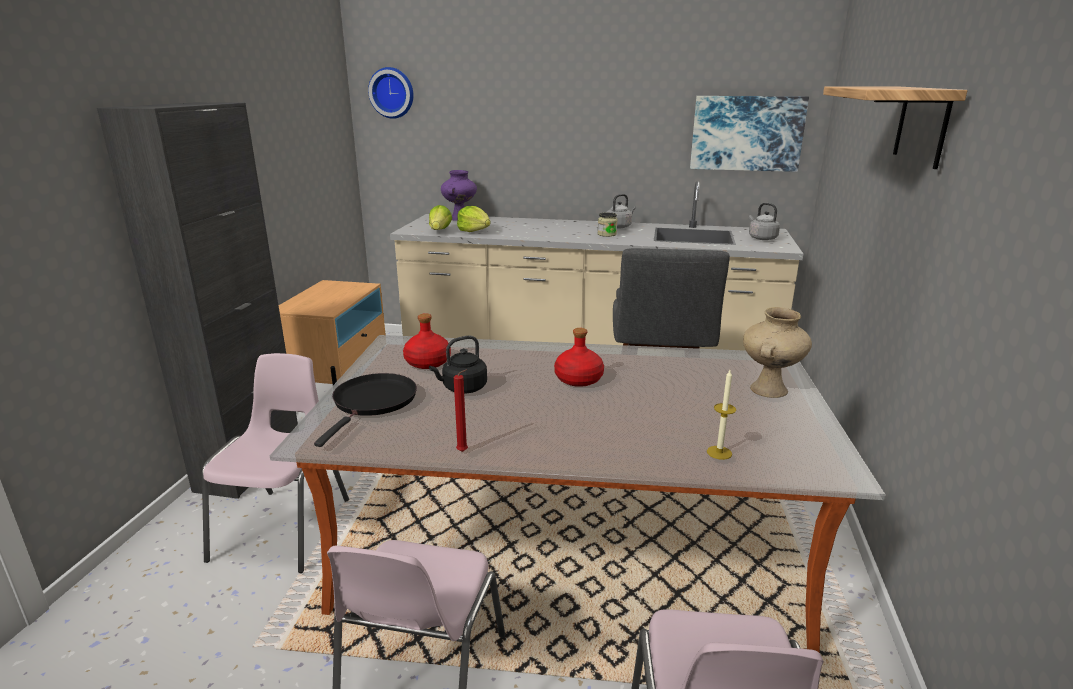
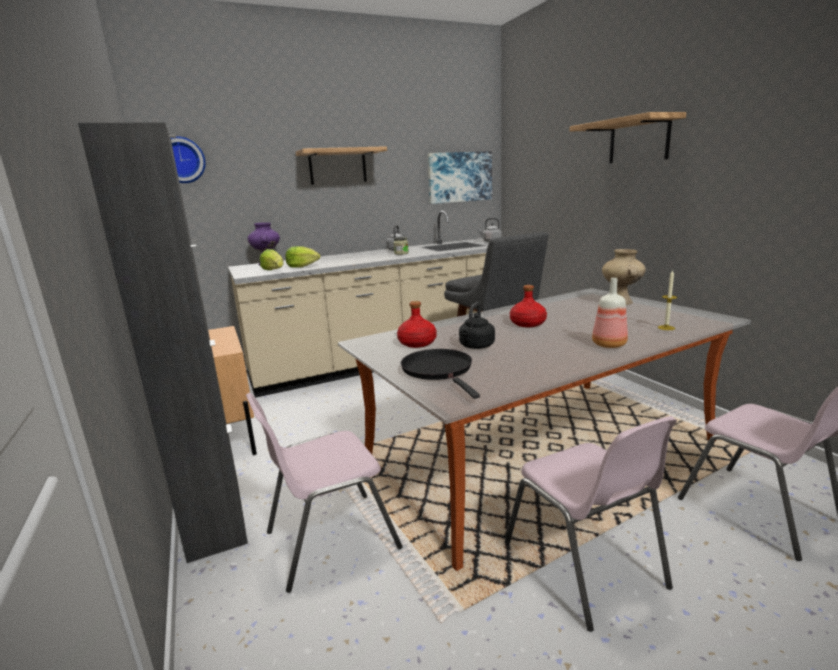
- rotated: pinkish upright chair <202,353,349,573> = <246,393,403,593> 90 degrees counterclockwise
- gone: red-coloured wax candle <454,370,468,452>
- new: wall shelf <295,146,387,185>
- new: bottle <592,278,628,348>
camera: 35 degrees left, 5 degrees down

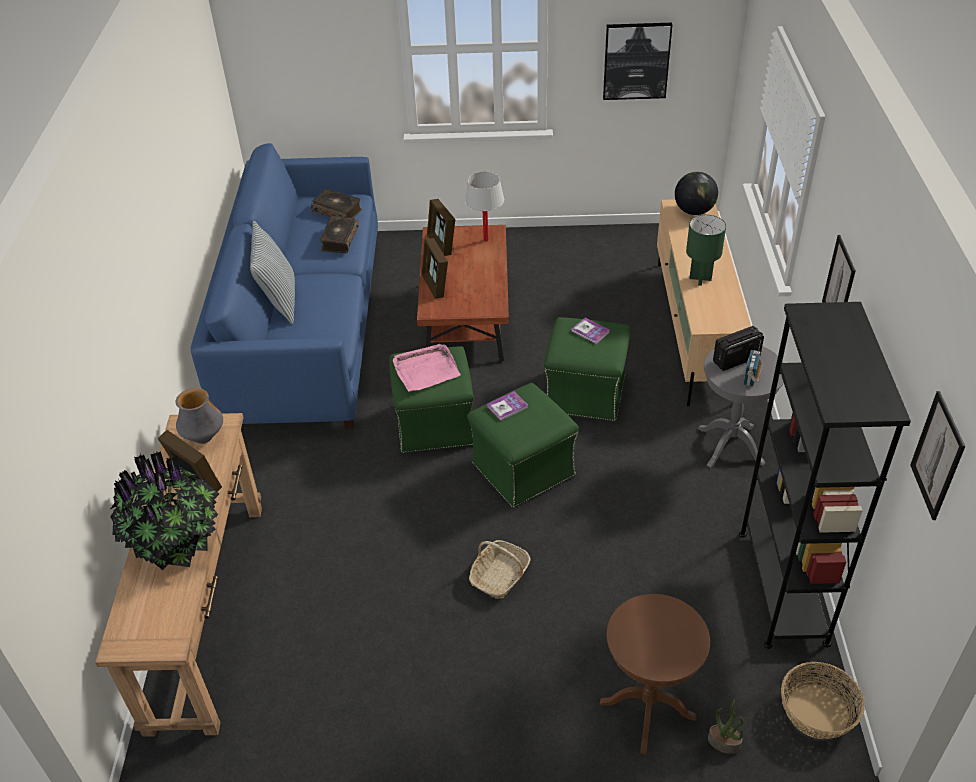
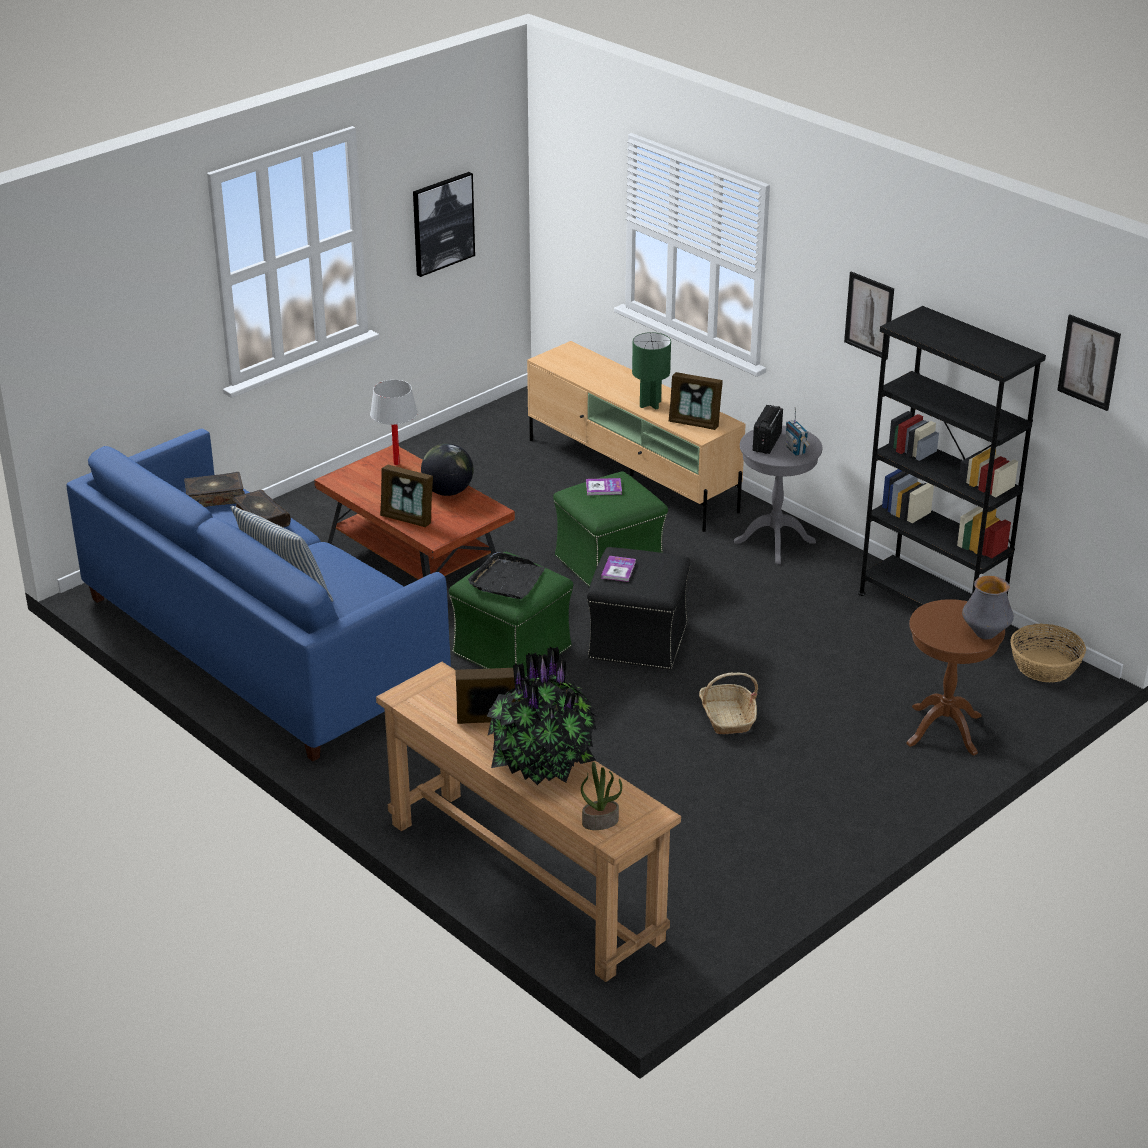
- shifted: vase <176,388,223,444> to <962,576,1014,640>
- repainted: pinkish serving tray <393,344,461,391> to blackish serving tray <468,552,545,599>
- shifted: photo frame <427,199,455,256> to <669,372,723,430>
- repainted: greenish pouffe <467,383,579,508> to blackish pouffe <587,547,690,670>
- shifted: desk globe <675,172,718,215> to <421,443,473,496>
- shifted: plant in a pot <708,700,744,754> to <581,762,622,830>
camera: 45 degrees left, 10 degrees down

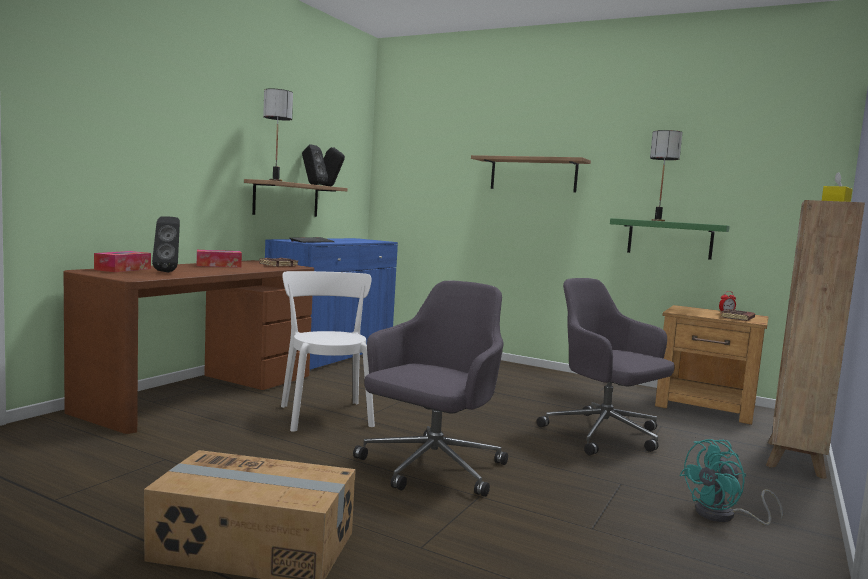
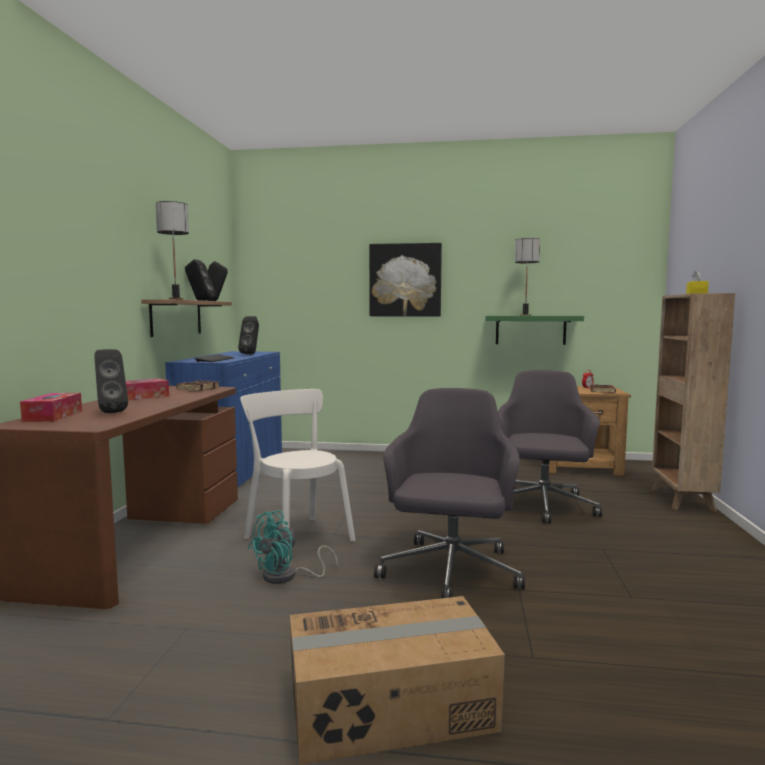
- swapped: wall shelf <471,155,591,192> to picture <369,243,442,316>
- rotated: grey office chair <537,278,675,455> = <498,370,602,523> 75 degrees clockwise
- shifted: turquoise-coloured cooling fan <679,439,783,526> to <248,510,338,584>
- new: blackish speaker <238,316,259,355>
camera: 20 degrees left, 0 degrees up

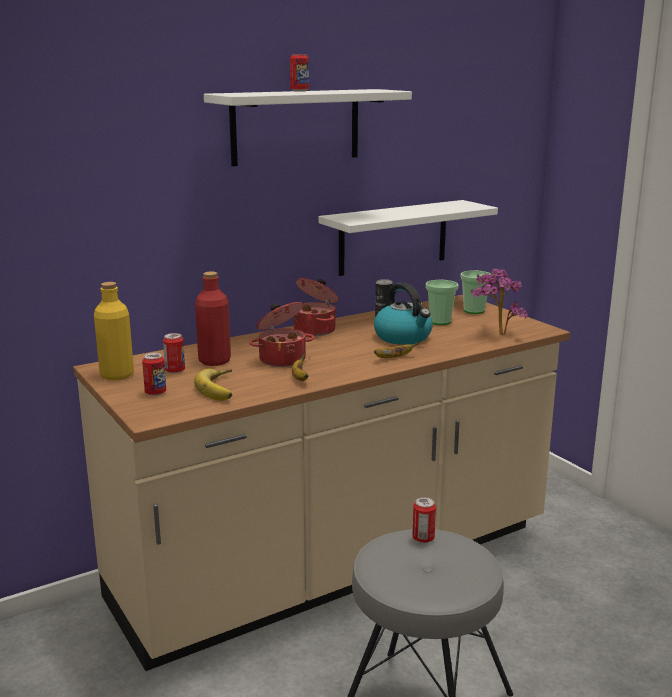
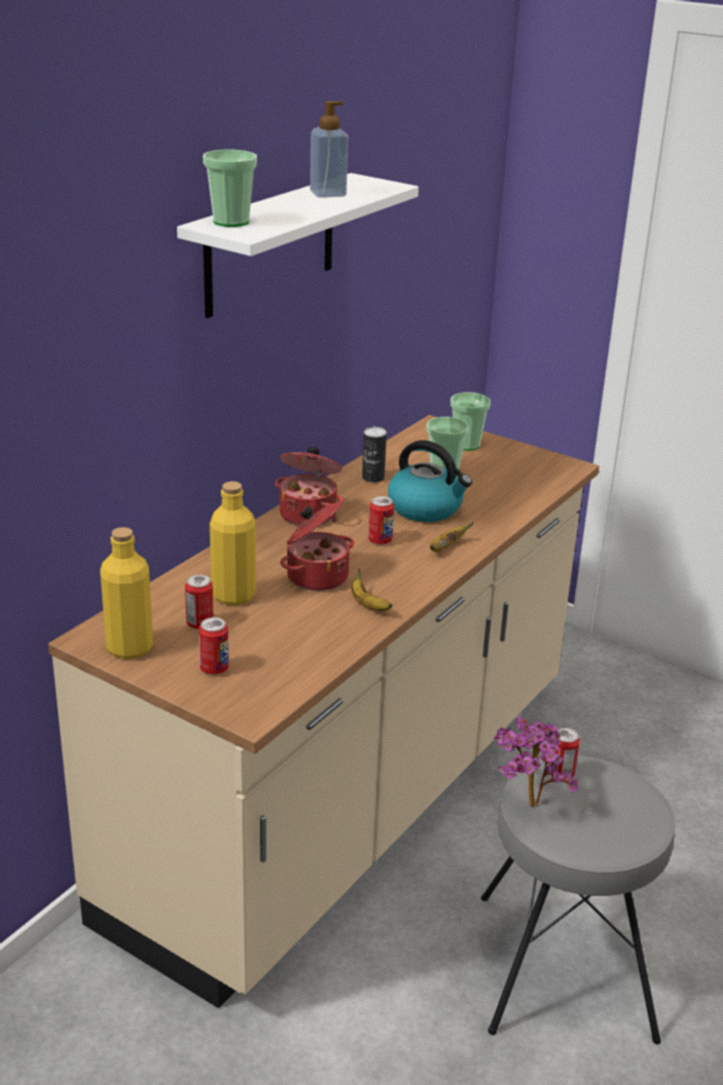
- gone: banana <194,368,232,401>
- repainted: red-coloured bottle <195,272,231,366> to yellowish bottle <210,481,256,606>
- shifted: sealed can <290,54,309,92> to <368,496,394,545>
- gone: whitish wall shelf <319,200,498,276>
- shifted: plant in a pot <471,269,528,335> to <494,714,579,807>
- new: small cup <203,149,257,227>
- new: liquid soap bottle <310,101,348,198>
camera: 25 degrees left, 10 degrees up

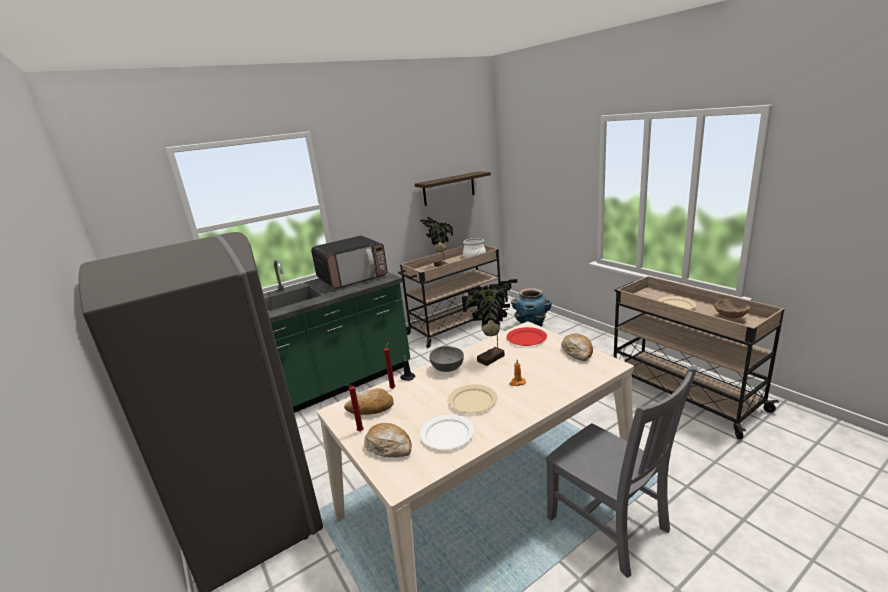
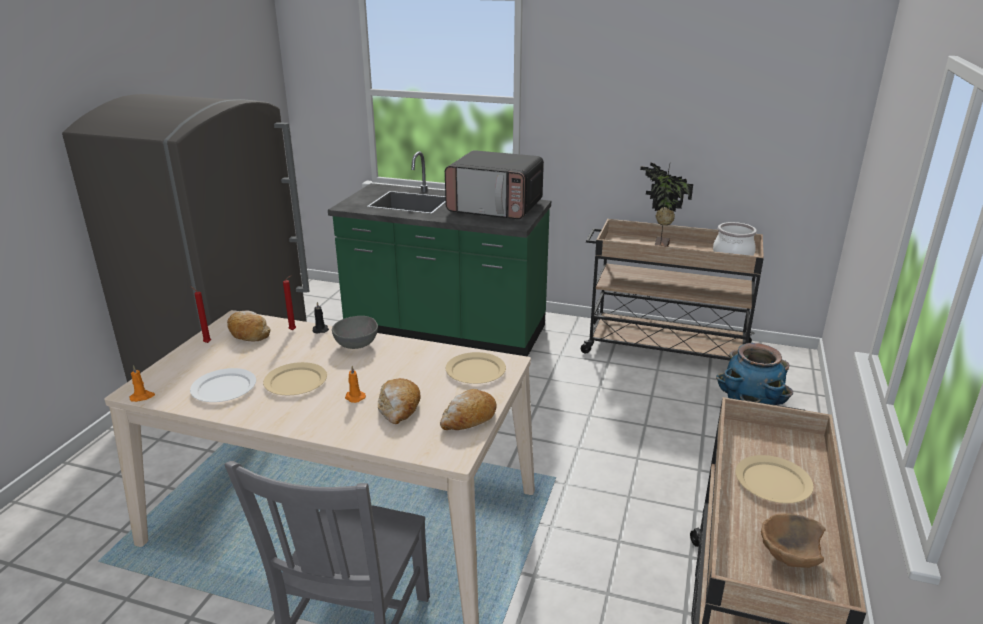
- shifted: bread <364,423,412,457> to <378,378,421,424>
- gone: wall shelf <415,171,491,206>
- gone: plant in a pot <462,279,517,366>
- repainted: red-coloured plate <507,327,547,346> to sand-coloured plate <446,352,506,384>
- new: orangey wax candle <130,365,155,402>
camera: 50 degrees right, 5 degrees up

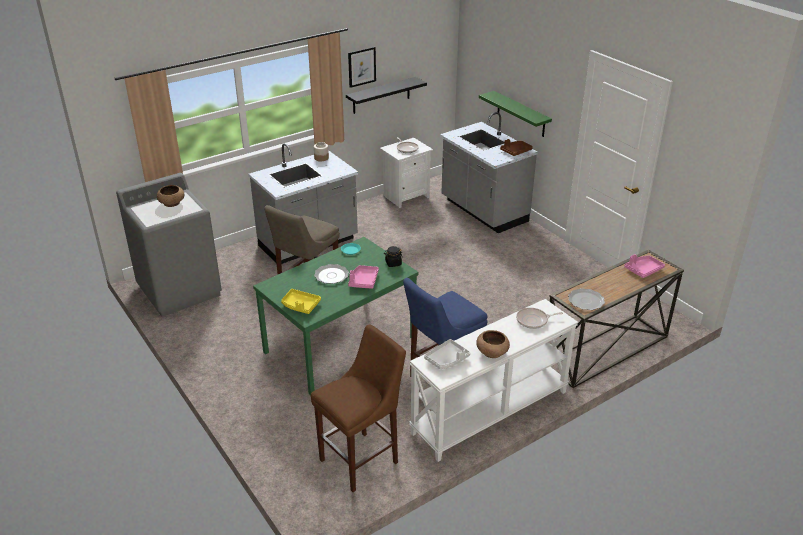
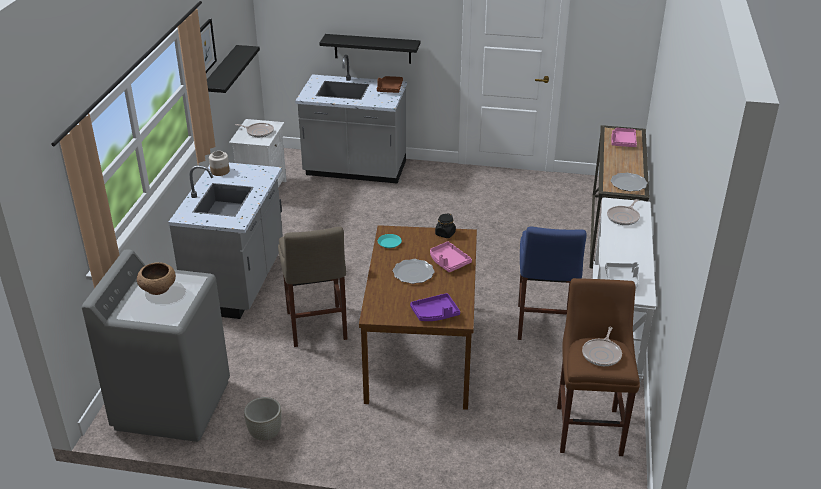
- repainted: greenish dining table <253,237,418,395> to brownish dining table <359,225,477,410>
- repainted: yellowish serving tray <281,289,321,314> to purplish serving tray <410,293,460,321>
- gone: brownish bowl <476,330,510,358>
- repainted: greenish wall shelf <479,91,552,137> to blackish wall shelf <319,34,420,64>
- new: grey plant pot <244,397,282,441>
- new: pan <582,327,622,366>
camera: 45 degrees left, 0 degrees up

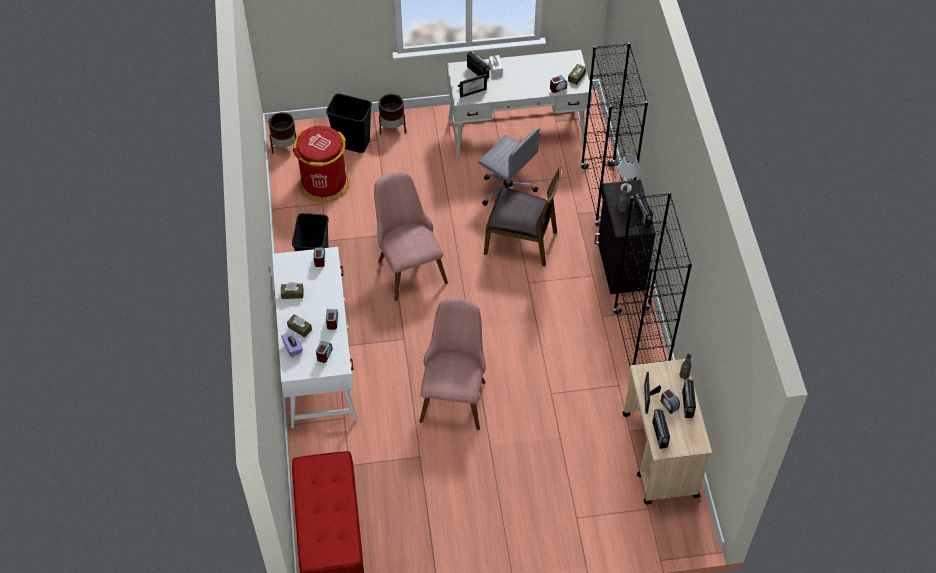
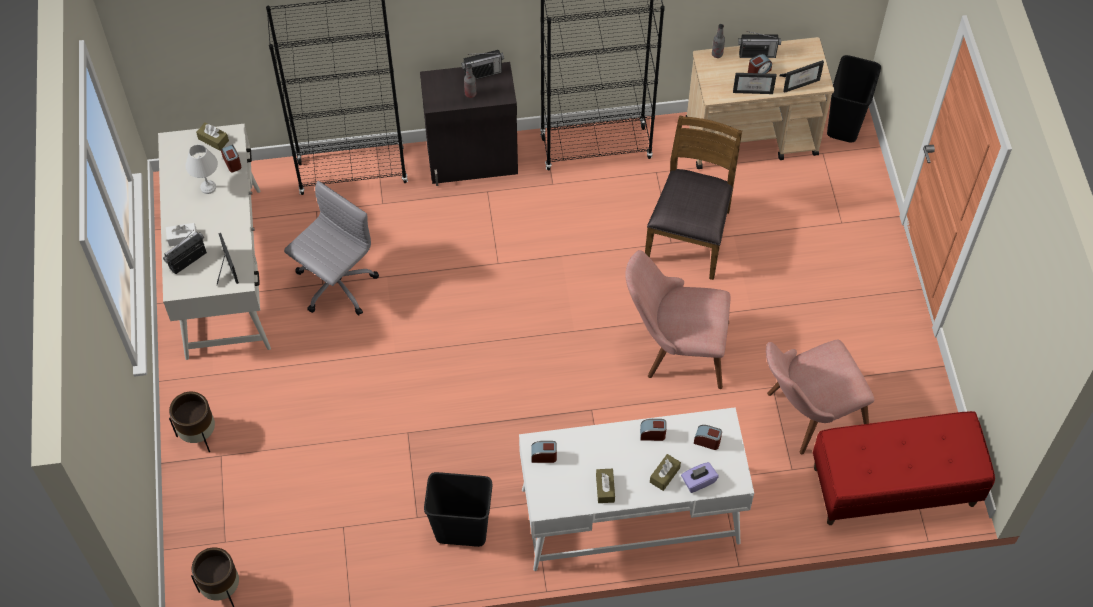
- gone: red-coloured trash can <293,126,349,202>
- shifted: blackish trash can <326,93,372,153> to <827,55,881,142>
- shifted: pinkish upright chair <374,172,448,301> to <766,339,874,454>
- shifted: brownish upright chair <484,166,562,266> to <645,115,742,280>
- shifted: whitish table lamp <617,154,641,193> to <185,144,218,194>
- swapped: radio receiver <652,409,670,449> to photo frame <779,60,824,93>
camera: 90 degrees left, 5 degrees up

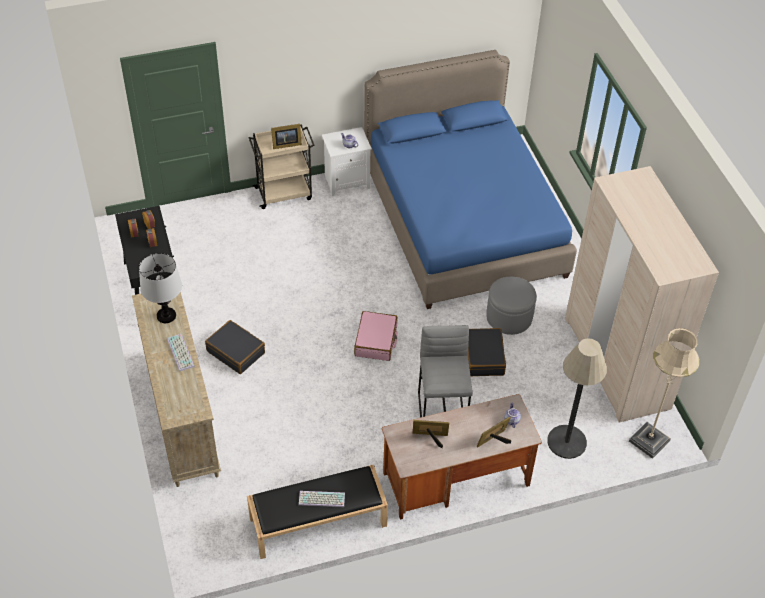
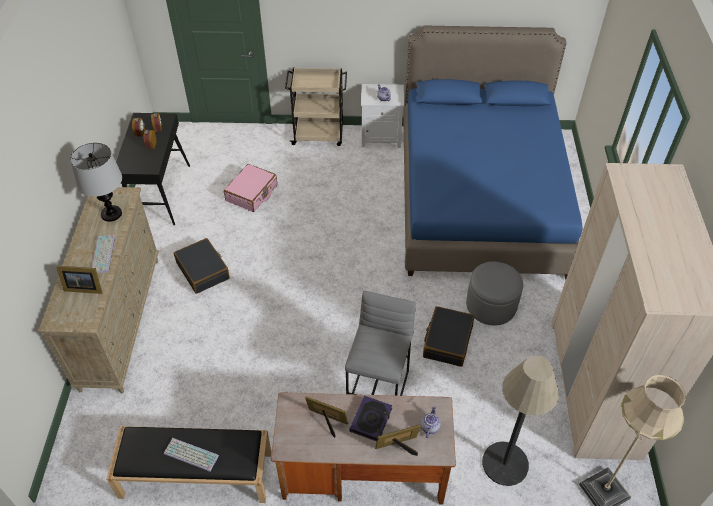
- shifted: photo frame <271,124,302,149> to <56,266,102,294>
- shifted: pinkish suitcase <354,311,398,361> to <224,164,277,212>
- new: volume <350,396,392,441>
camera: 20 degrees right, 0 degrees up

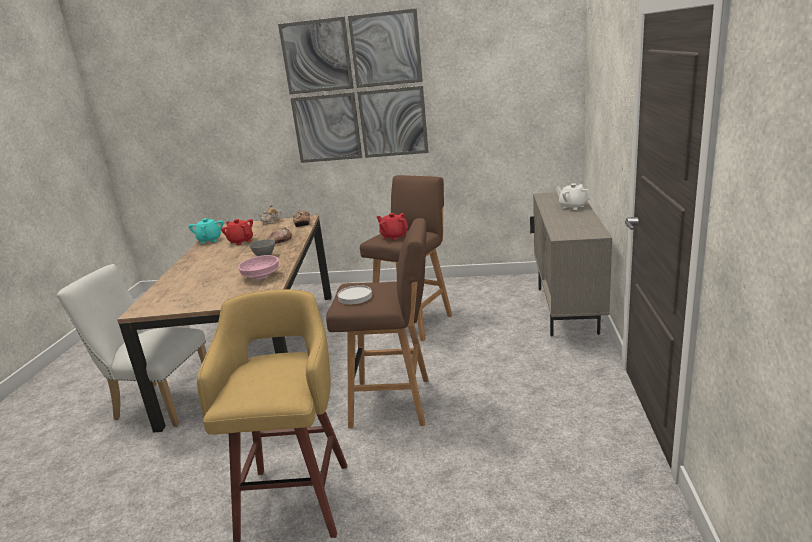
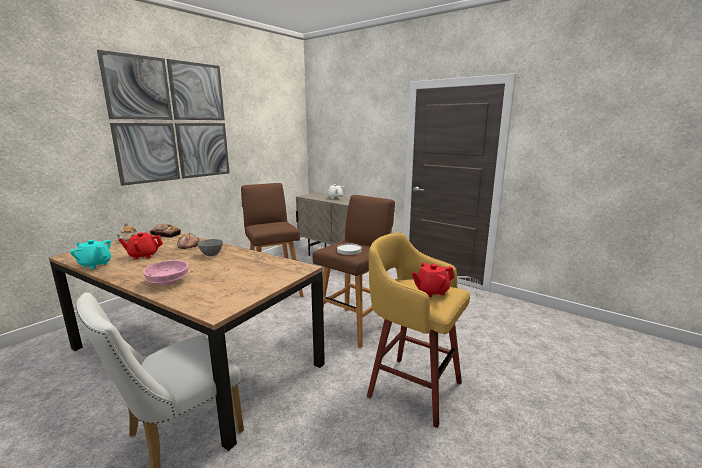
- shifted: pinkish bowl <238,255,279,280> to <143,260,189,285>
- shifted: red-coloured teapot <377,213,408,240> to <411,262,454,297>
camera: 60 degrees left, 5 degrees down

